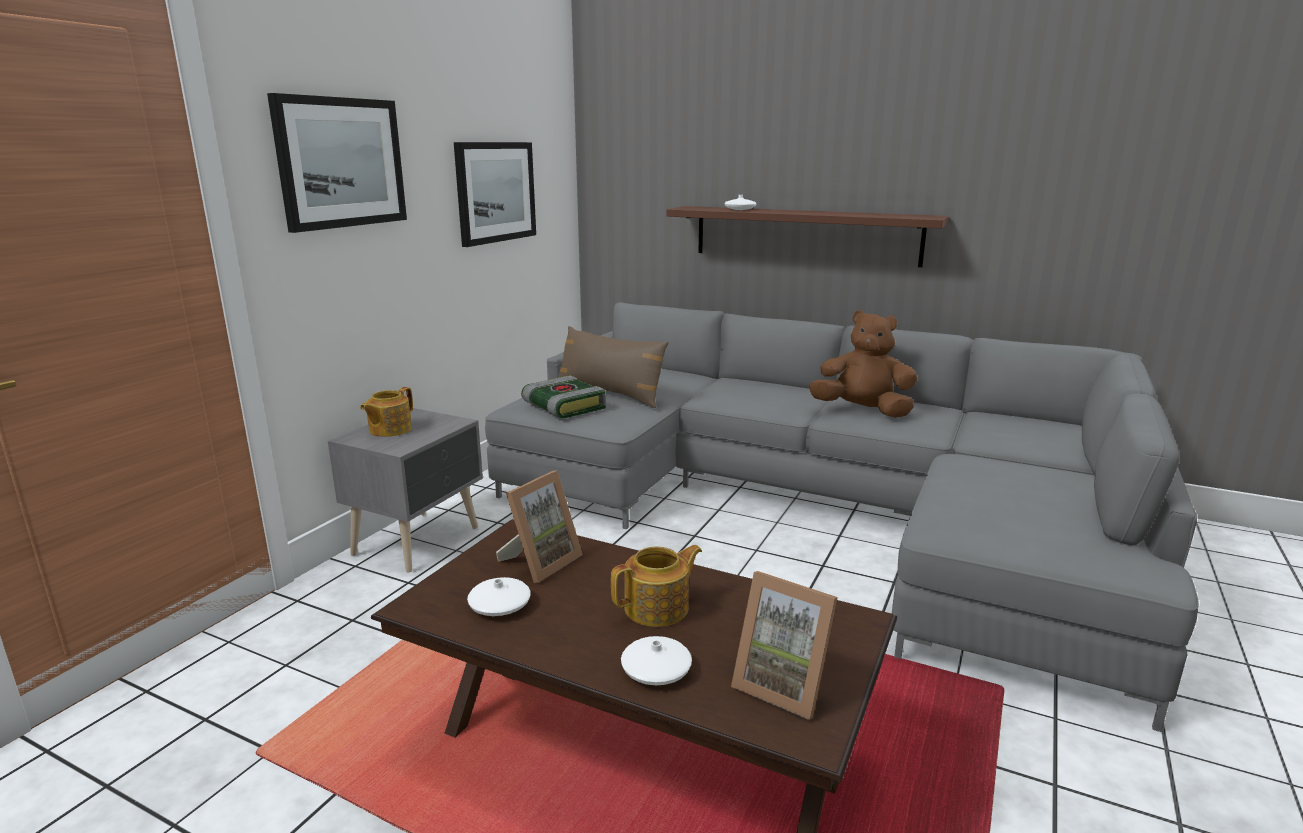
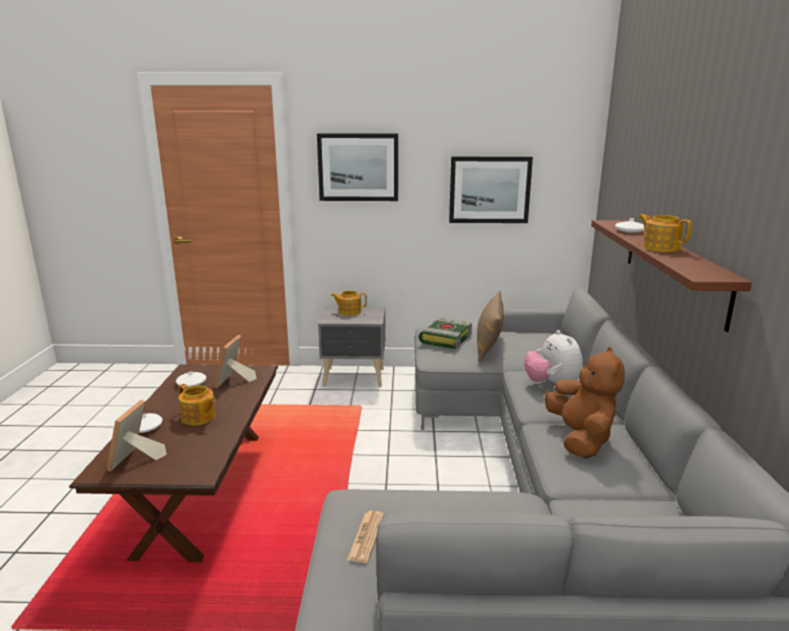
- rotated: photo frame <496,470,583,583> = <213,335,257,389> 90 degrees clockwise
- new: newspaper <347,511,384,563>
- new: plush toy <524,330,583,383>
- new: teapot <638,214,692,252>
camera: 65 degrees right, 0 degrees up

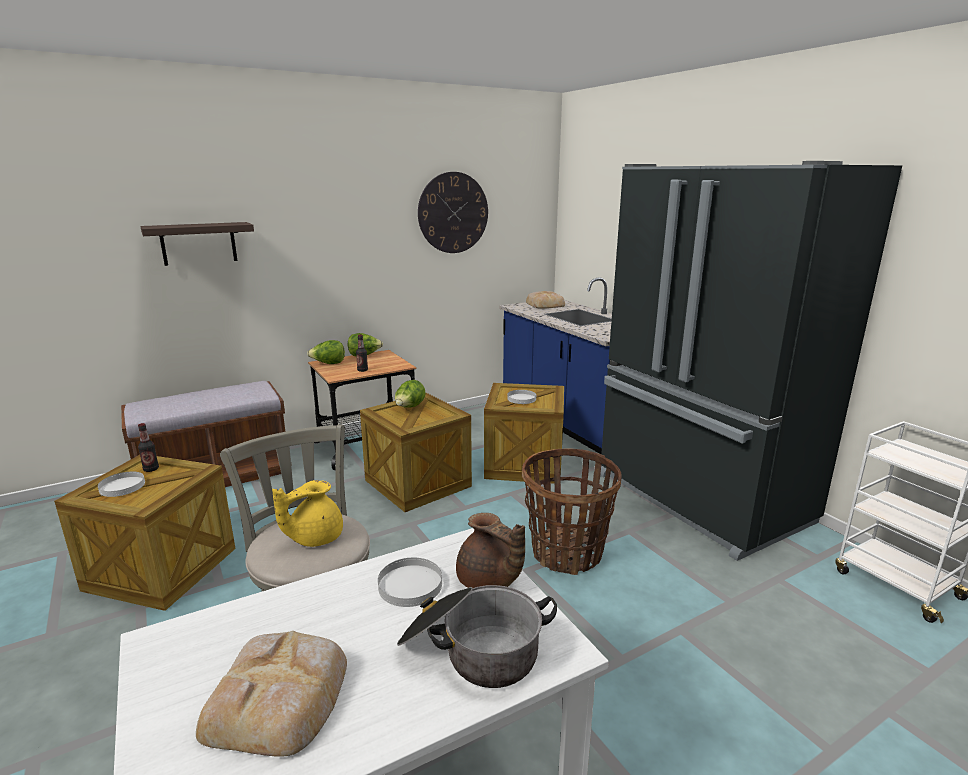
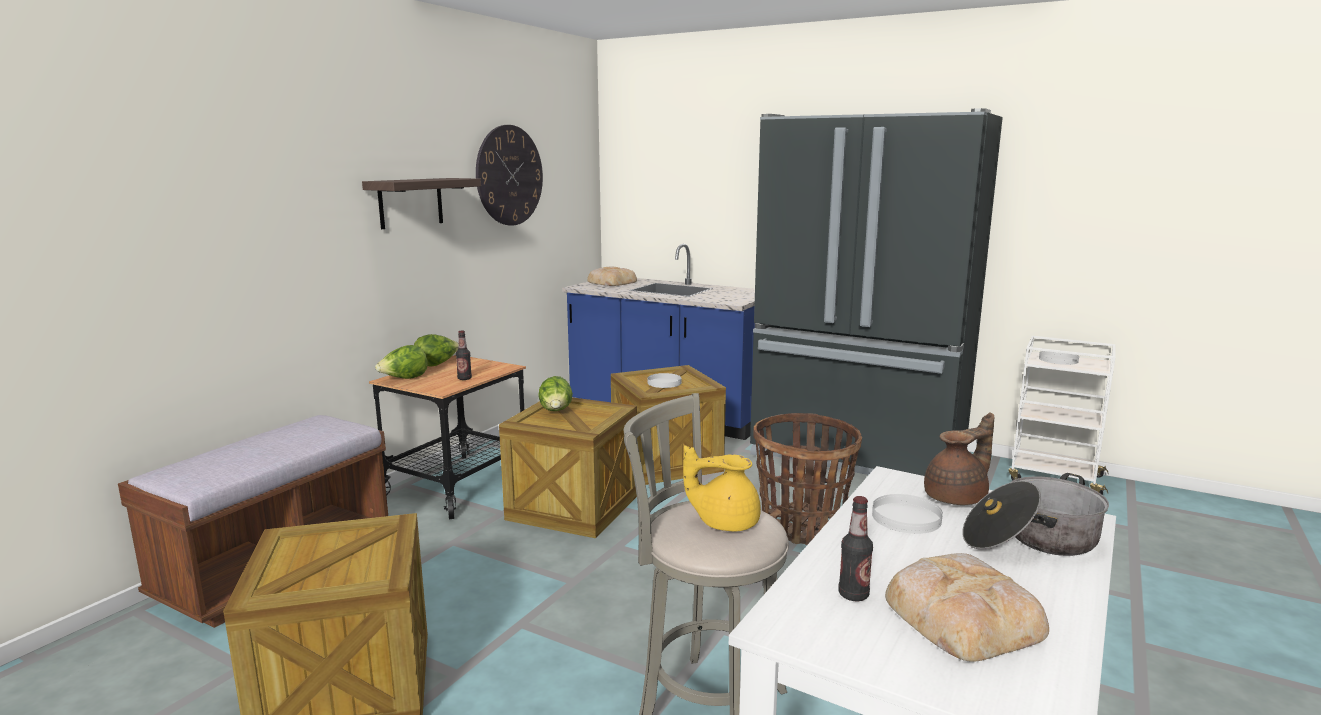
- shifted: whitish plate <98,472,145,497> to <1039,351,1079,365>
- shifted: bottle <138,423,159,472> to <839,496,873,601>
- shifted: wall shelf <140,222,254,266> to <362,178,481,229>
- rotated: yellowish teapot <272,480,343,547> = <683,445,761,532> 75 degrees clockwise
- rotated: brownish teapot <456,513,525,588> = <924,412,995,505> 45 degrees counterclockwise
camera: 30 degrees left, 5 degrees down

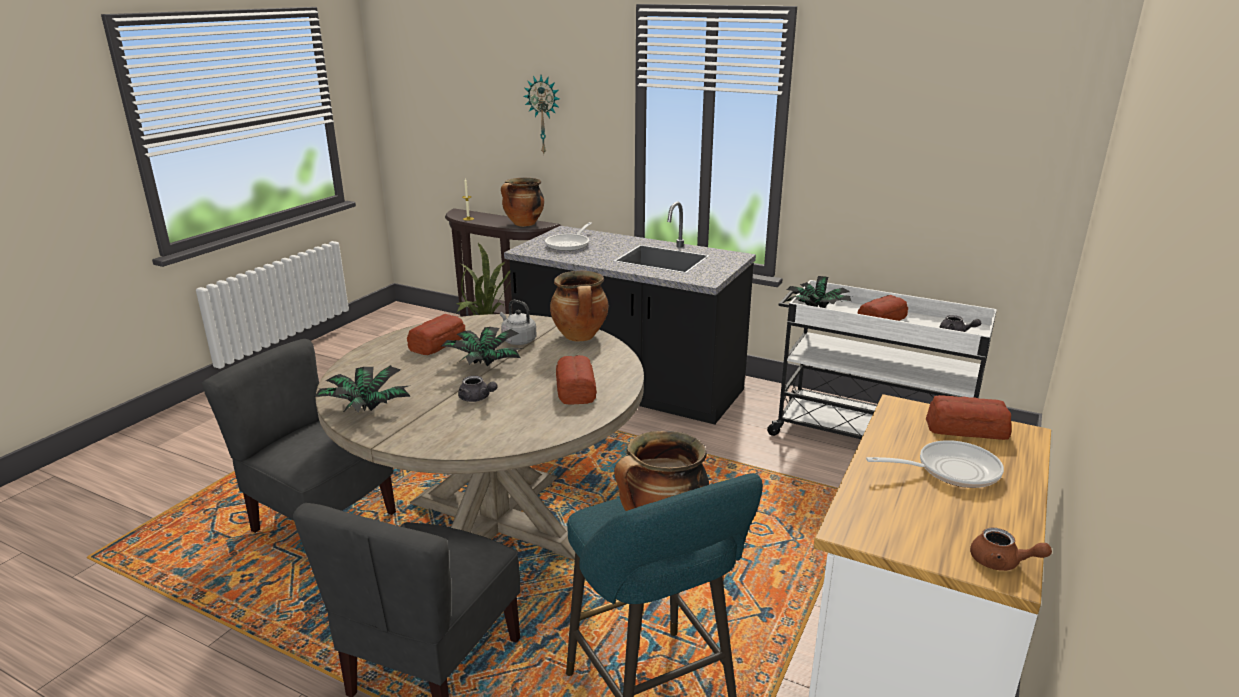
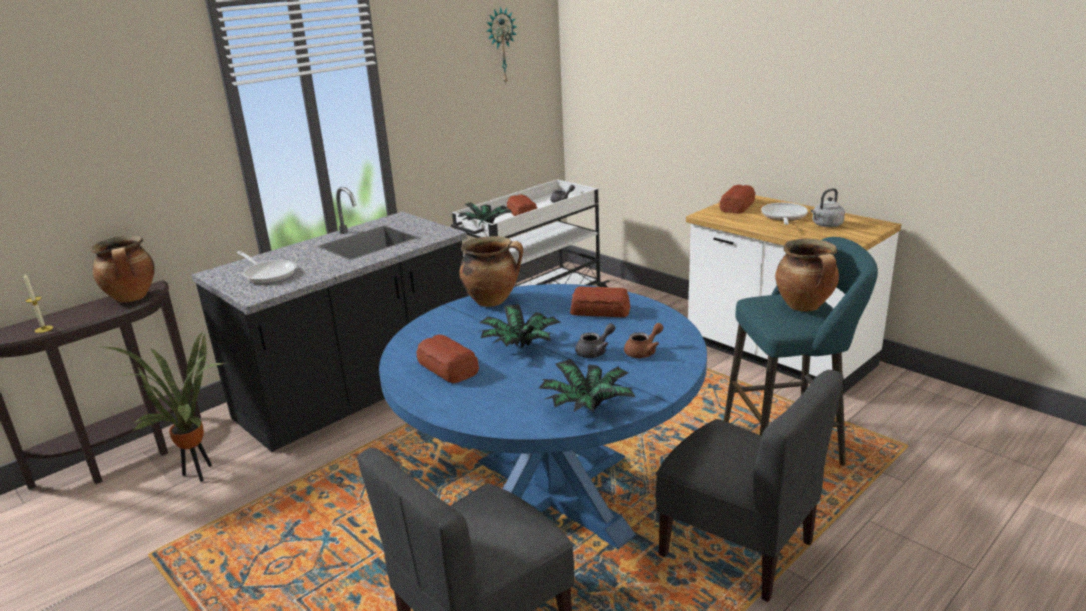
- repainted: sand-coloured dining table <316,314,644,560> to bluish dining table <379,284,707,549>
- shifted: grey kettle <500,300,537,345> to <811,188,845,227>
- shifted: hanging clock <524,75,560,154> to <487,6,517,85>
- shifted: brownish teapot <970,528,1052,571> to <624,323,664,358>
camera: 70 degrees left, 0 degrees up

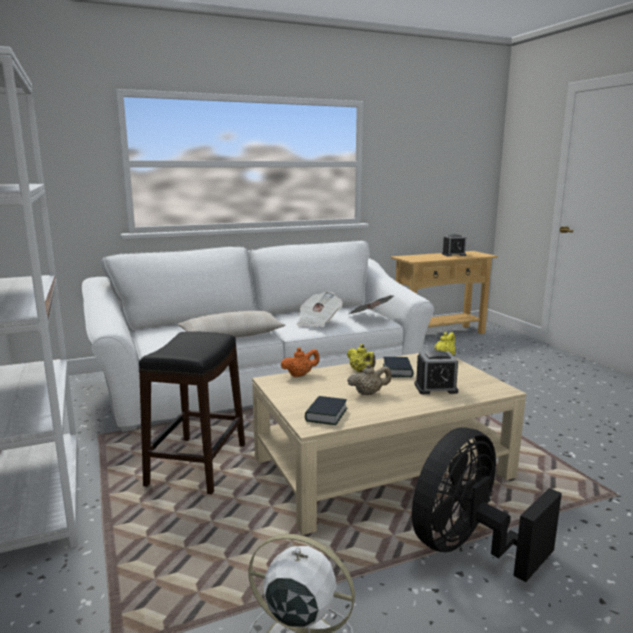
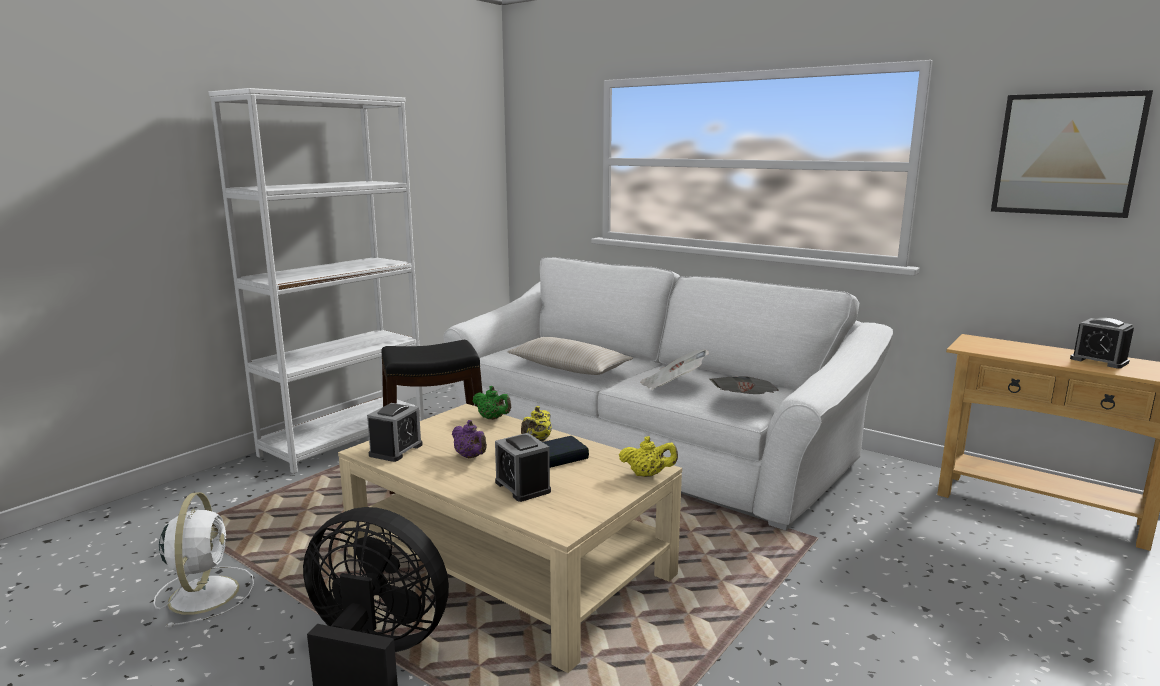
- repainted: orangey teapot <281,348,320,377> to greenish teapot <472,386,511,420>
- swapped: volume <305,396,347,425> to table clock <367,403,423,462>
- repainted: sand-coloured teapot <347,364,391,395> to purplish teapot <452,420,487,459>
- new: picture <991,90,1153,218>
camera: 60 degrees right, 0 degrees up

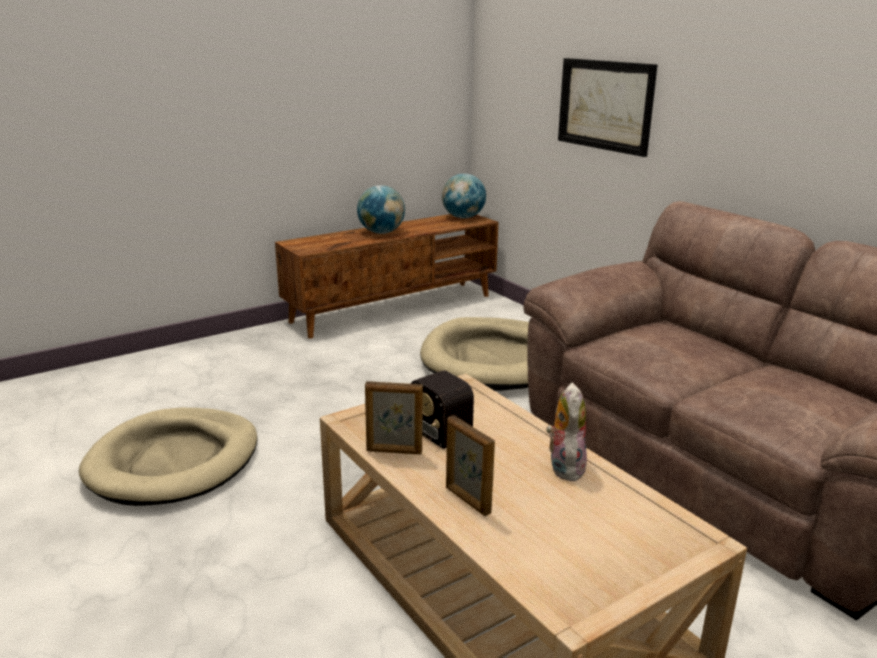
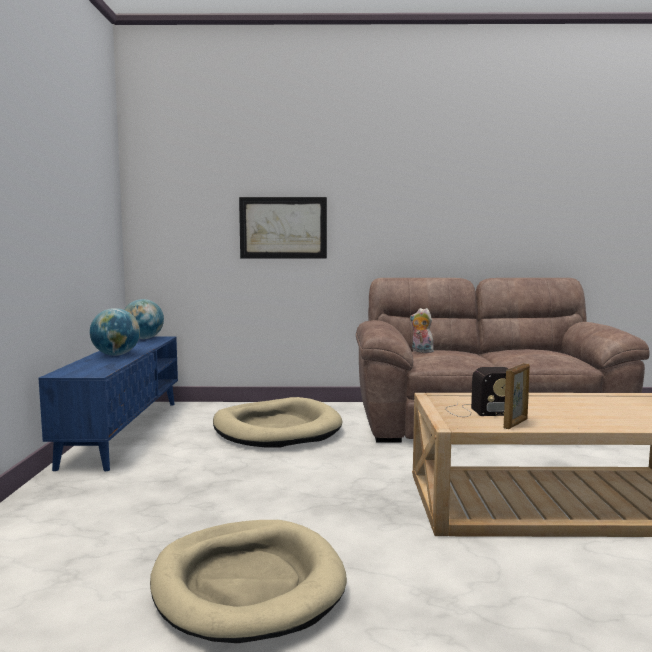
- repainted: brownish media console <275,214,498,339> to bluish media console <39,337,178,471>
- gone: photo frame <446,415,495,516>
- shifted: plush toy <546,382,587,481> to <410,308,434,353>
camera: 55 degrees left, 15 degrees down

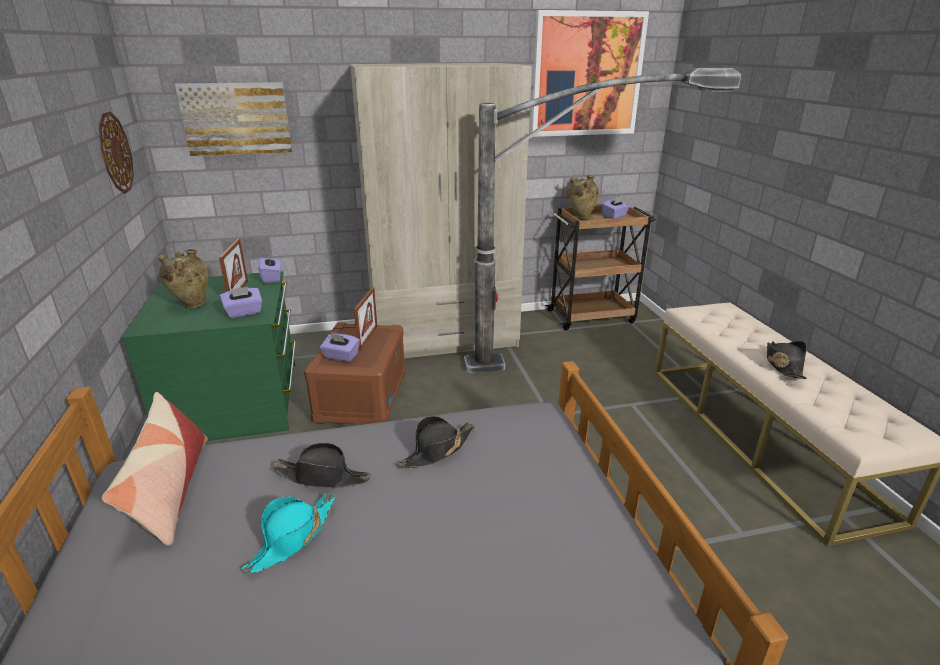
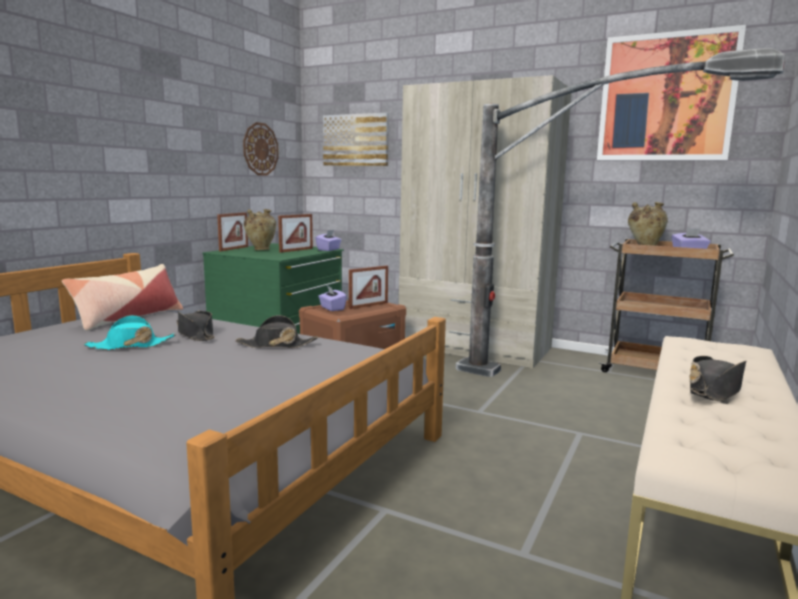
- gone: purplish tissue holder <220,287,262,318>
- new: photo frame <217,212,248,251>
camera: 40 degrees right, 15 degrees down

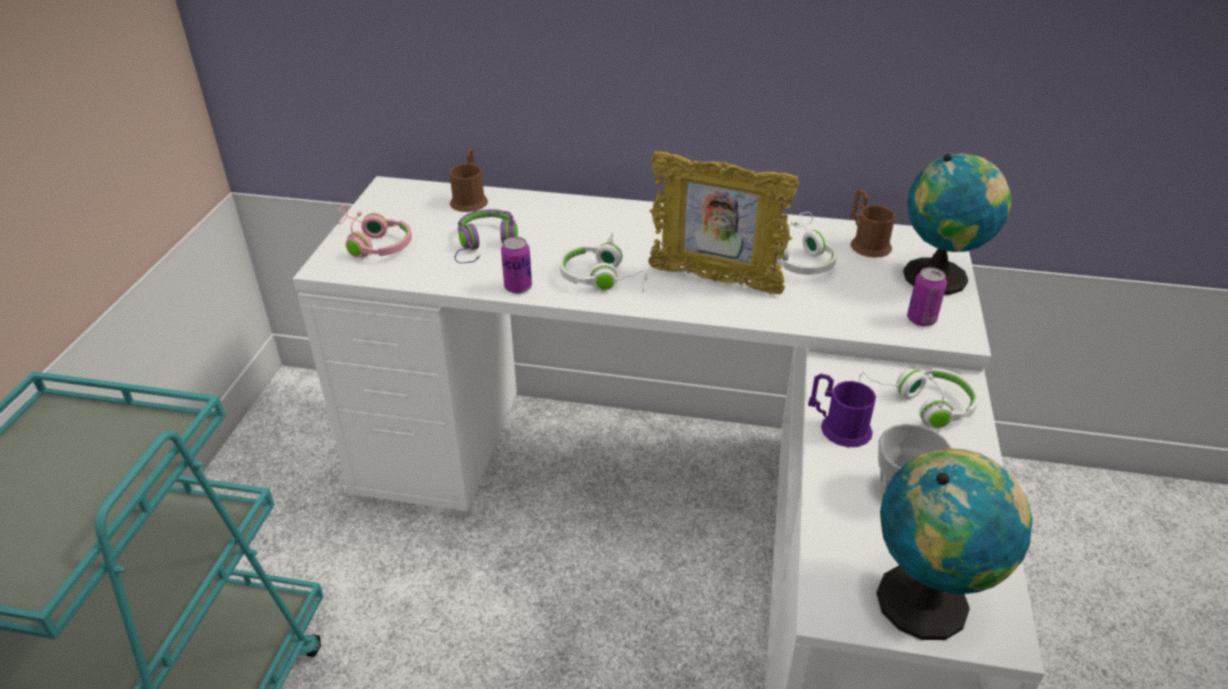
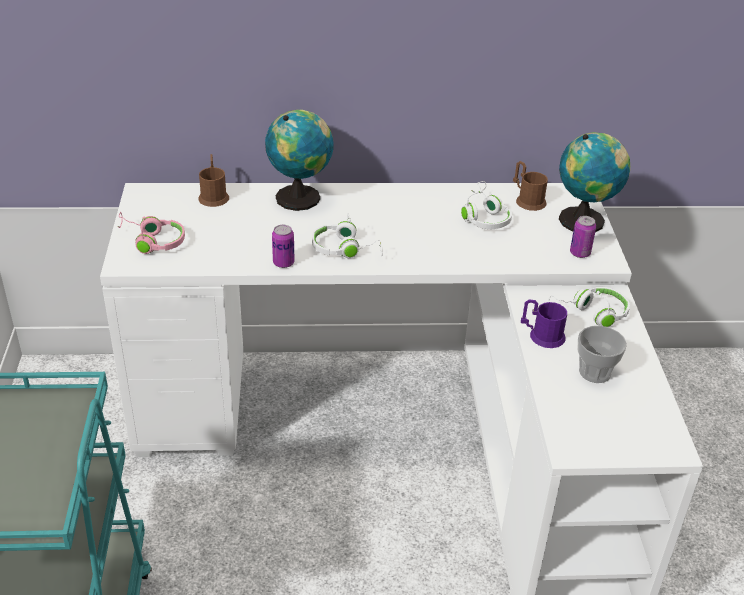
- gone: purplish headset <455,209,518,263>
- gone: photo frame <648,151,799,295>
- shifted: desk globe <876,448,1033,640> to <265,110,334,211>
camera: 15 degrees left, 0 degrees up

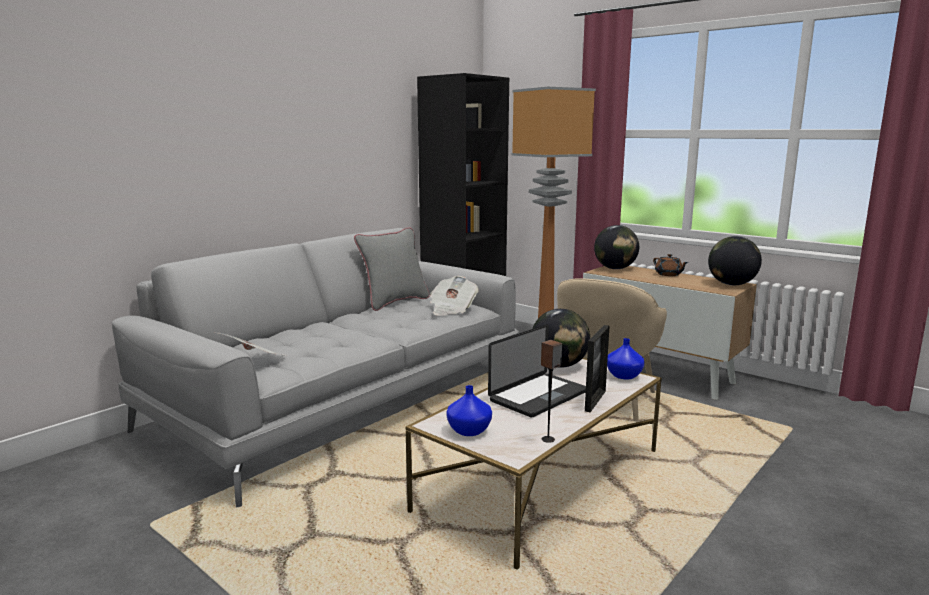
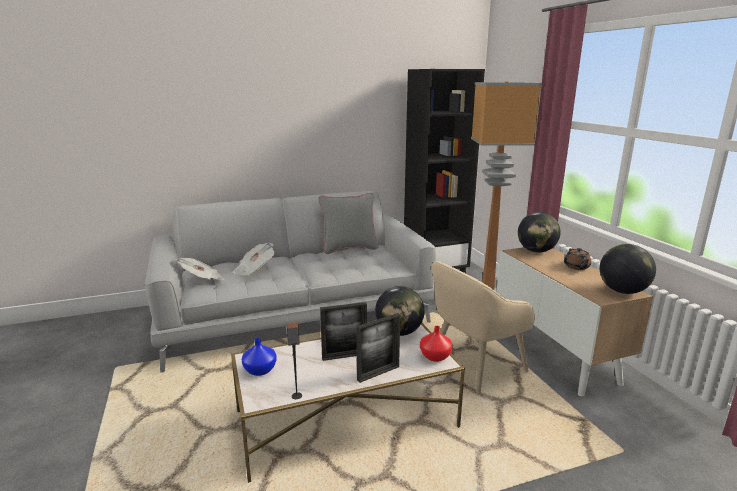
- shifted: newspaper <430,276,479,316> to <232,243,275,276>
- swapped: portable computer <488,324,586,418> to photo frame <320,302,367,361>
- repainted: bluish vase <607,338,645,379> to red-coloured vase <420,326,453,362>
camera: 30 degrees right, 5 degrees up

